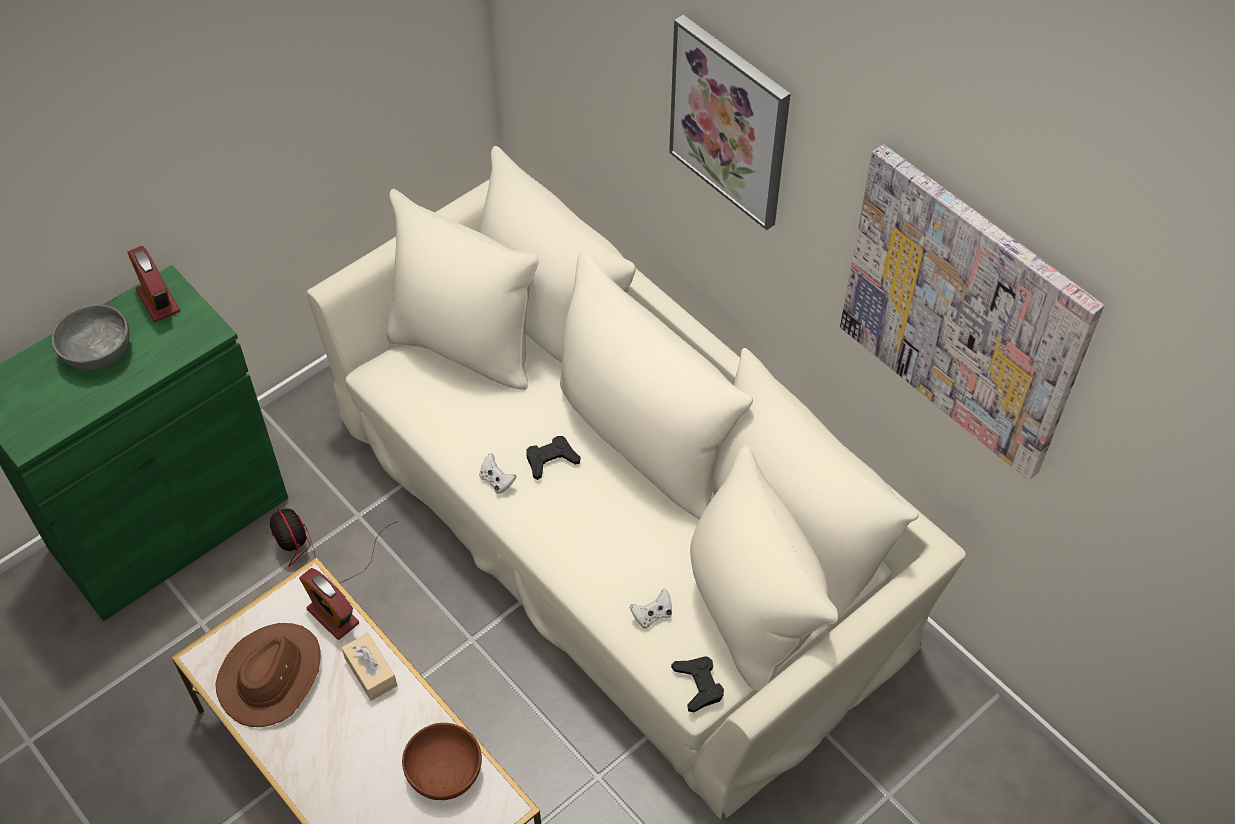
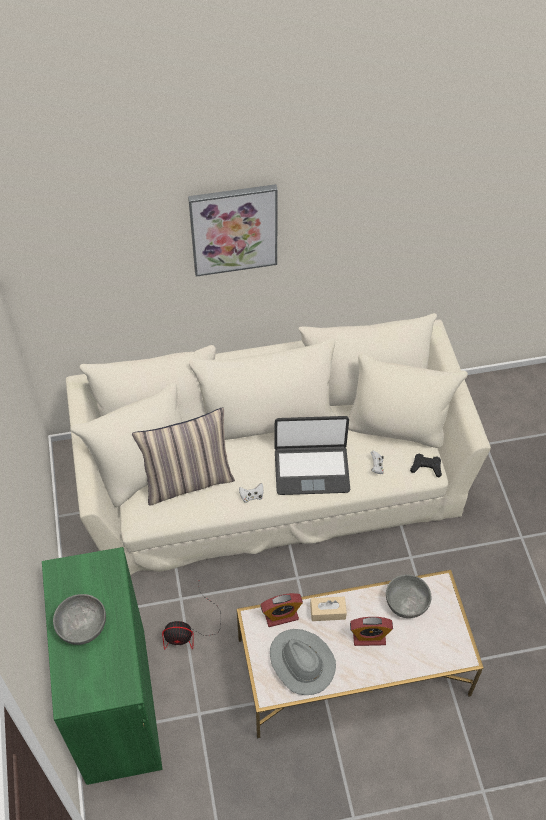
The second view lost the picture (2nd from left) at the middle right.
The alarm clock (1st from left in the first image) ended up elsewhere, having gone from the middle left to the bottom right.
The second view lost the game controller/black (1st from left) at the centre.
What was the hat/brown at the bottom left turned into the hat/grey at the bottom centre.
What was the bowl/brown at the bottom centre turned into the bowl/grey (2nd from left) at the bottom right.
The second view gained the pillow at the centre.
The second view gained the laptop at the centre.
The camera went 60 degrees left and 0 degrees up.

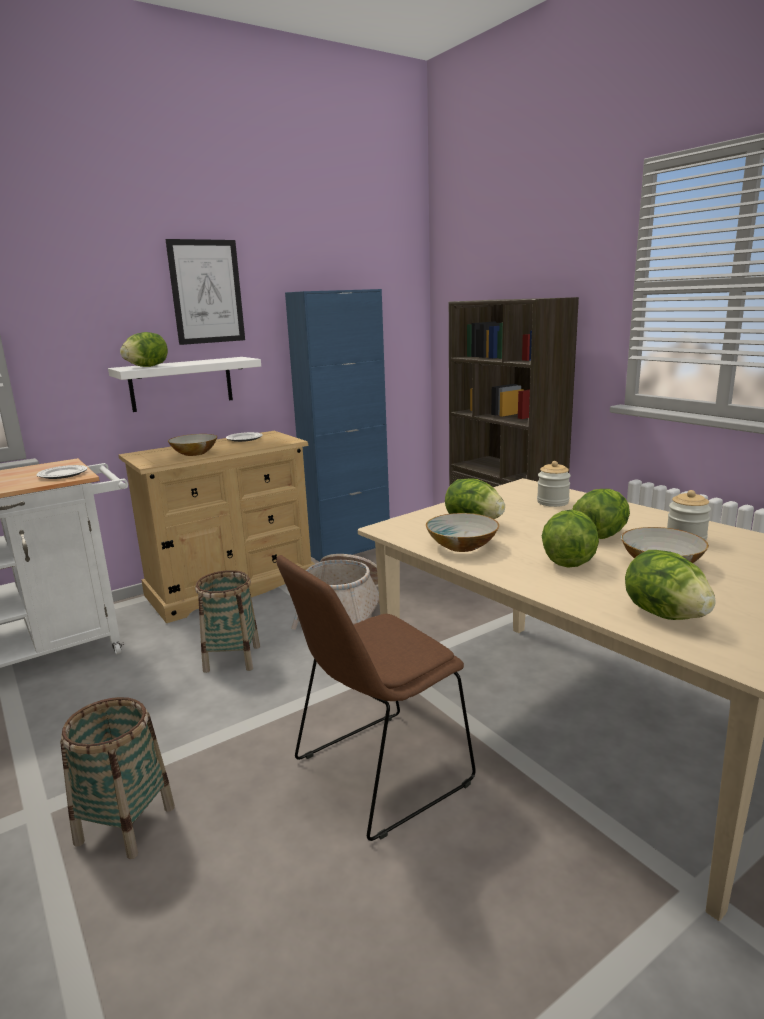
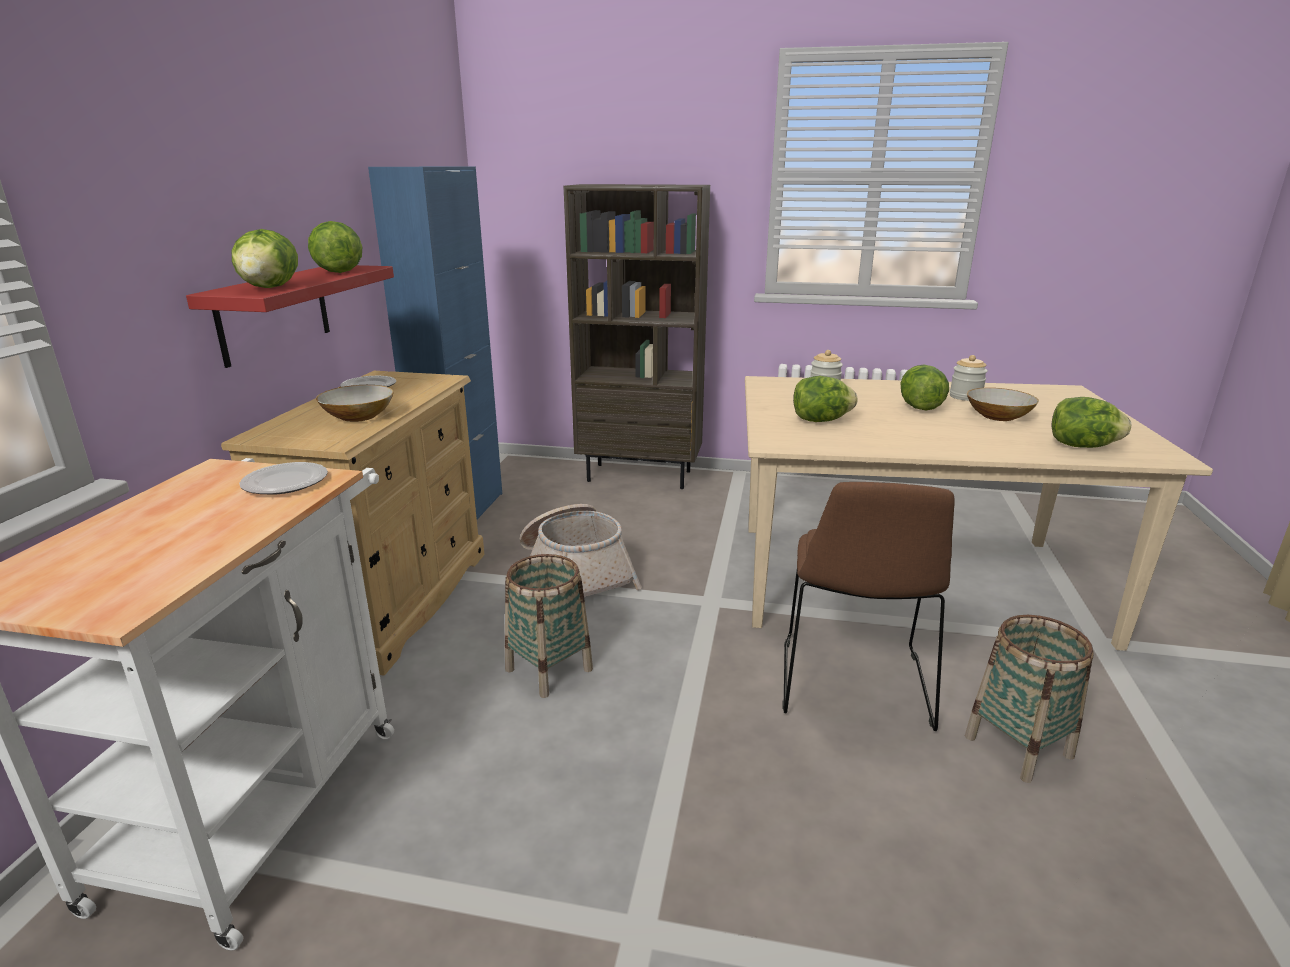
The second view lost the picture at the top left.
What was the shelf/white at the middle left turned into the shelf/red at the top left.
The lettuce (3rd from left in the first image) ended up elsewhere, having gone from the middle right to the top left.
The second view lost the bowl (2nd from left) at the centre.
The basket (1st from left in the first image) ended up elsewhere, having gone from the bottom left to the bottom right.
The camera went 45 degrees left and 5 degrees up.

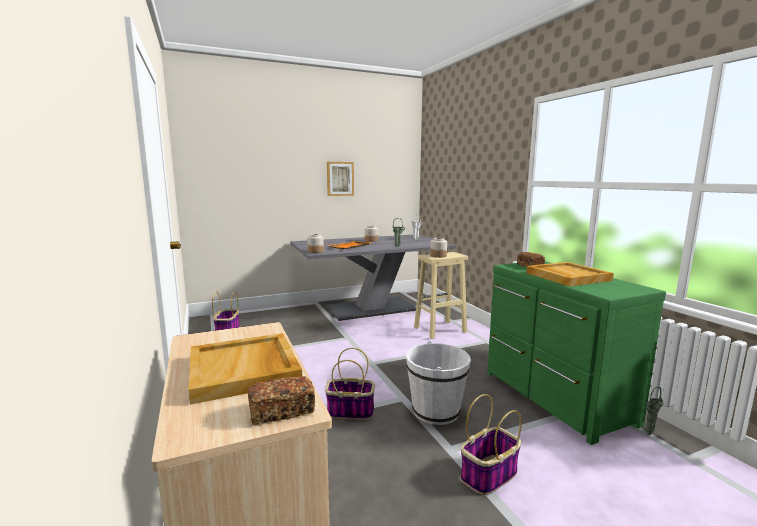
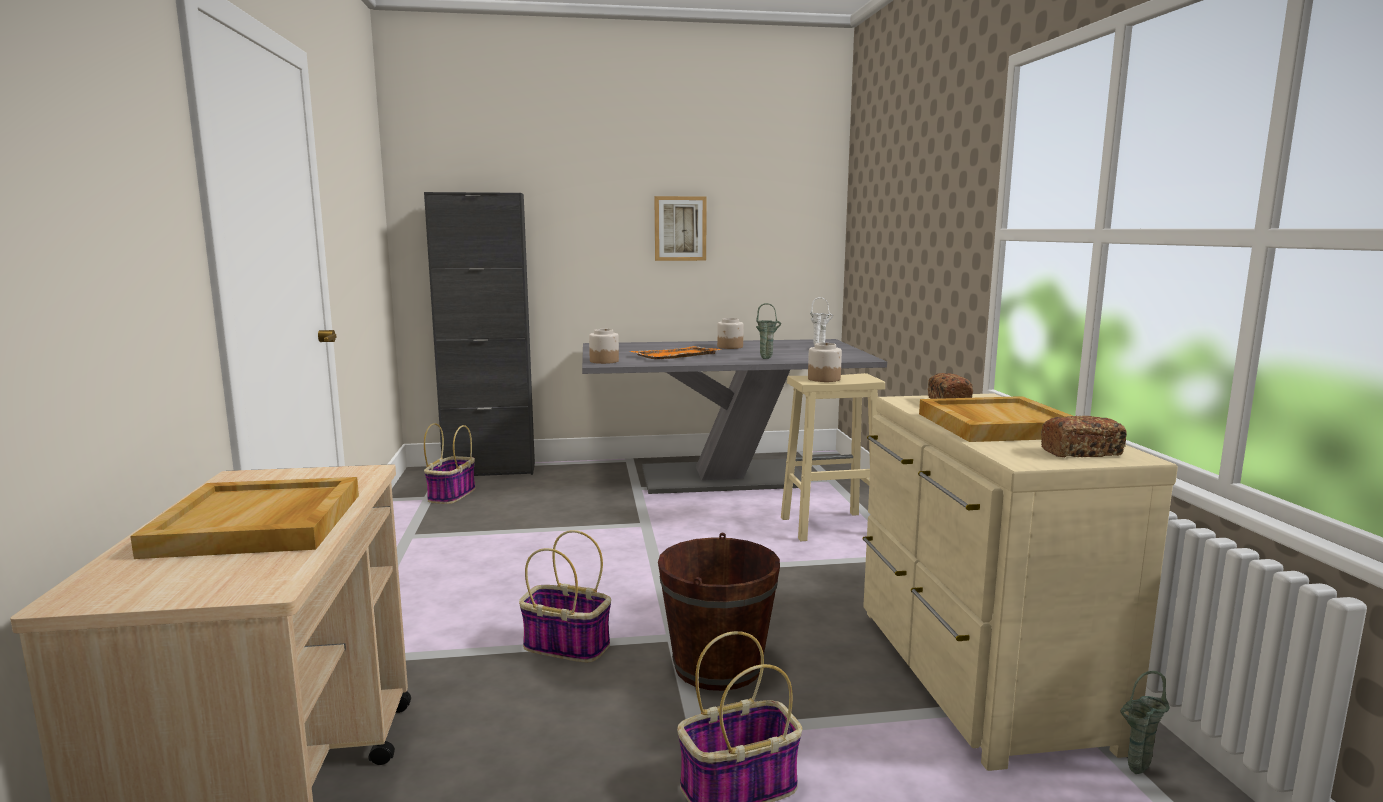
What was the dresser/green at the bottom right turned into the dresser/beige at the bottom right.
What was the bucket/white at the bottom centre turned into the bucket/brown at the bottom centre.
The bread (1st from left in the first image) ended up elsewhere, having gone from the bottom centre to the middle right.
The second view gained the cabinet/black at the centre.
The camera went 15 degrees right and 0 degrees up.

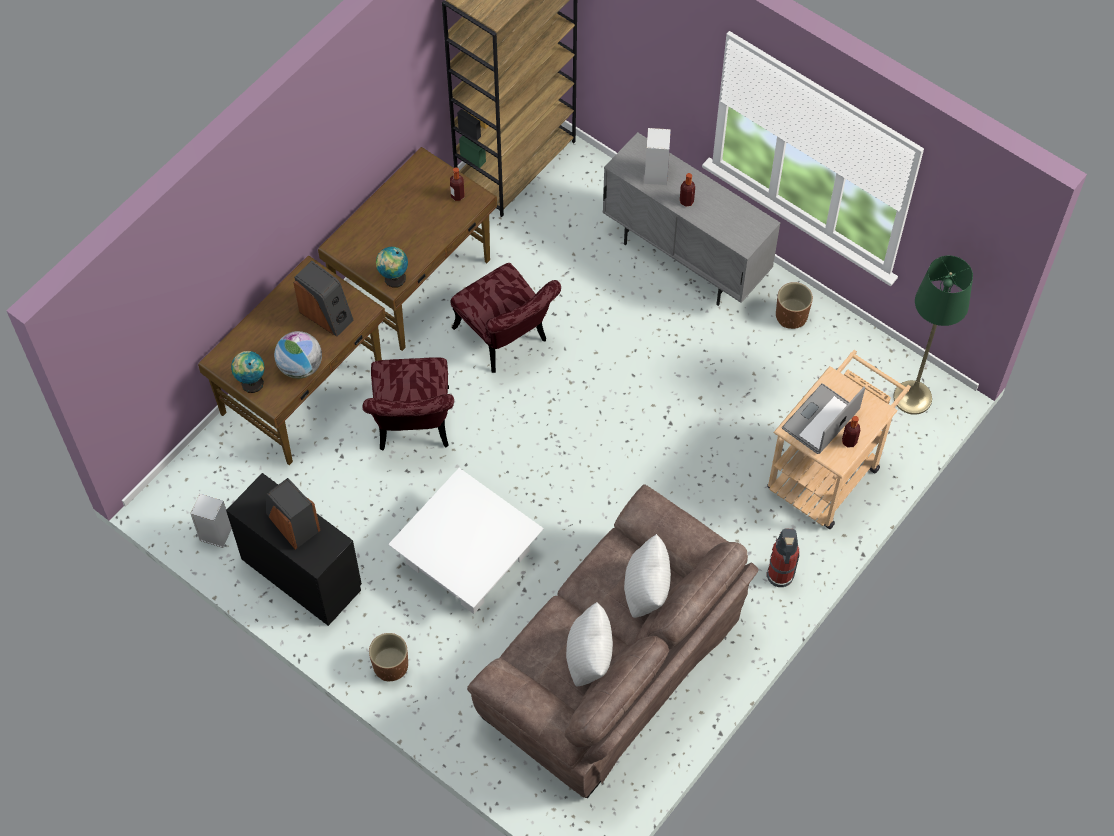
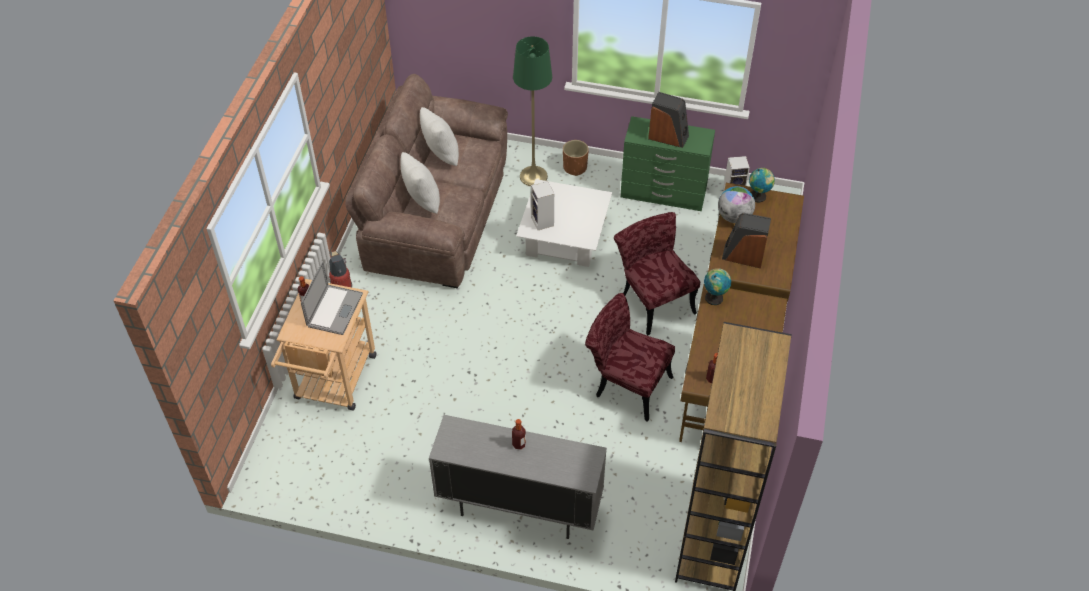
The speaker (4th from left in the first image) ended up elsewhere, having gone from the top centre to the centre.
The floor lamp/green ended up elsewhere, having gone from the middle right to the top centre.
The second view lost the planter/brown (2nd from left) at the middle right.
What was the dresser/black at the middle left turned into the dresser/green at the top centre.
The camera went 155 degrees right and 10 degrees down.

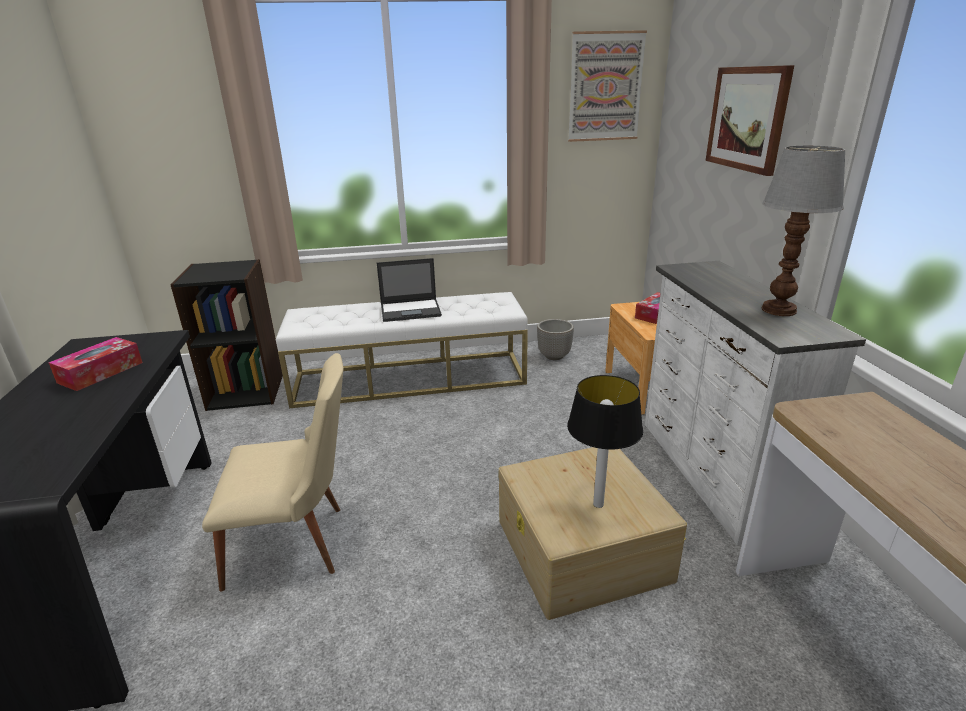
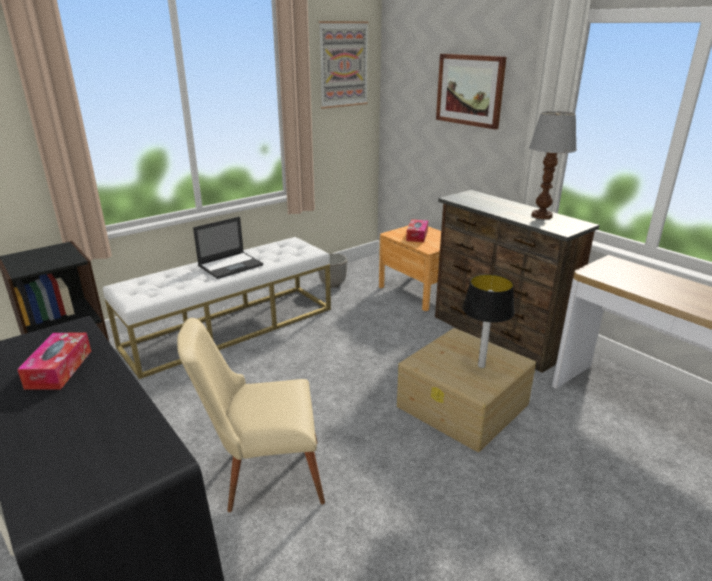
What was the dresser/white at the middle right turned into the dresser/brown at the middle right.
The chair/beige at the middle left ended up facing another way, 150 degrees counterclockwise from before.
The camera went 30 degrees left and 0 degrees up.

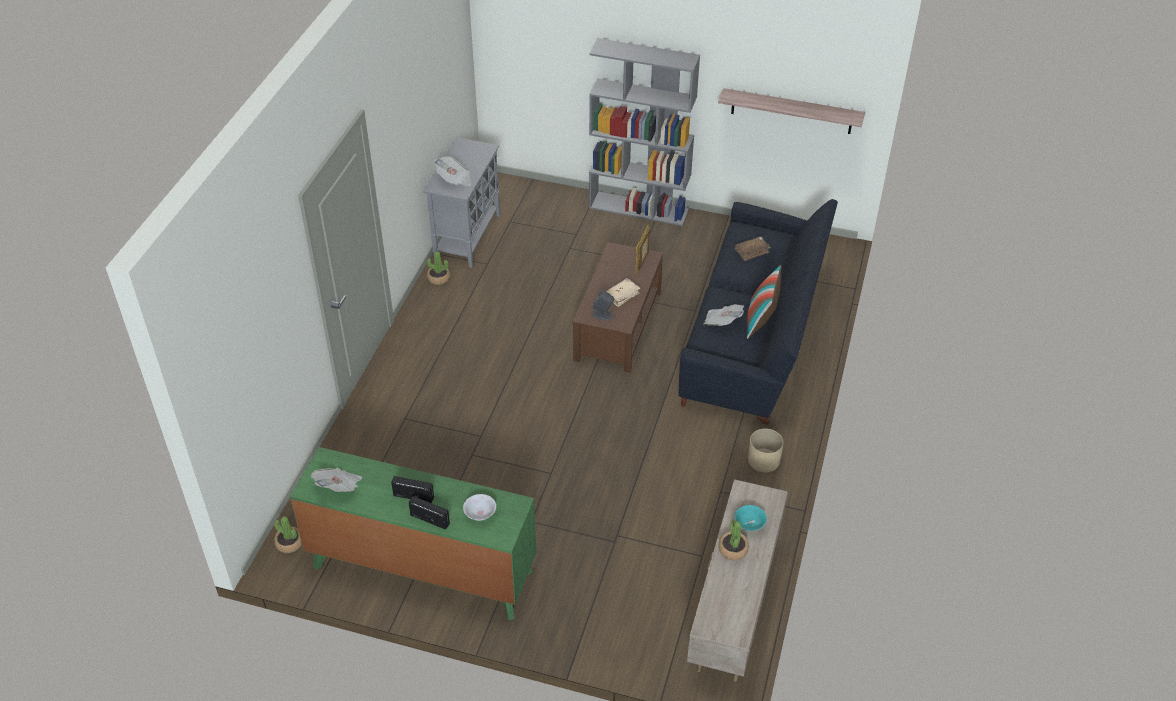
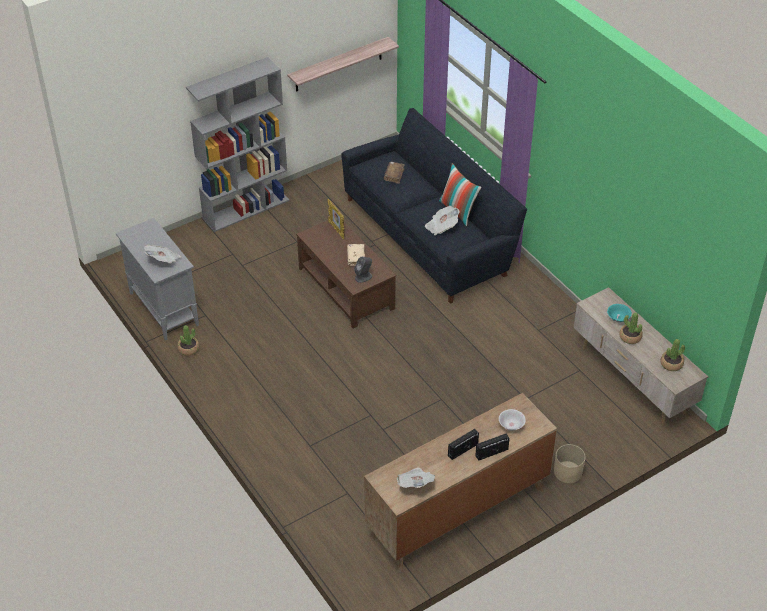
The planter/beige ended up elsewhere, having gone from the centre to the bottom right.
What was the dresser/green at the bottom centre turned into the dresser/brown at the bottom centre.
The potted plant (1st from left in the first image) ended up elsewhere, having gone from the bottom left to the middle right.
The camera went 50 degrees left and 0 degrees up.

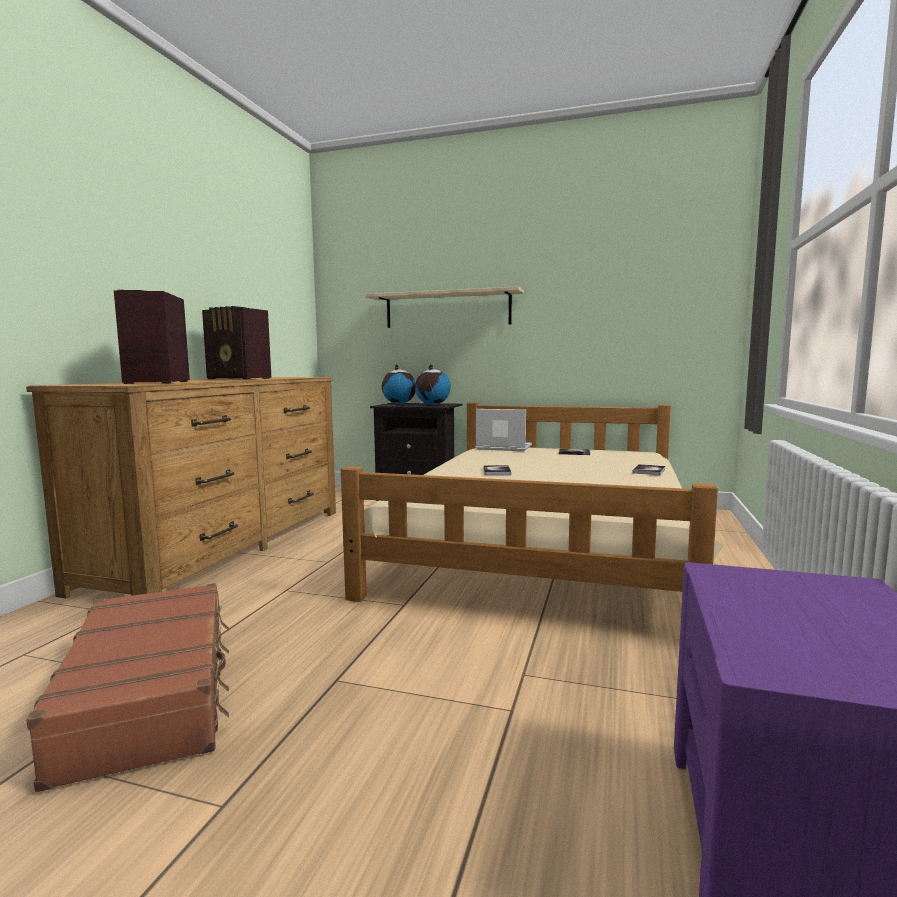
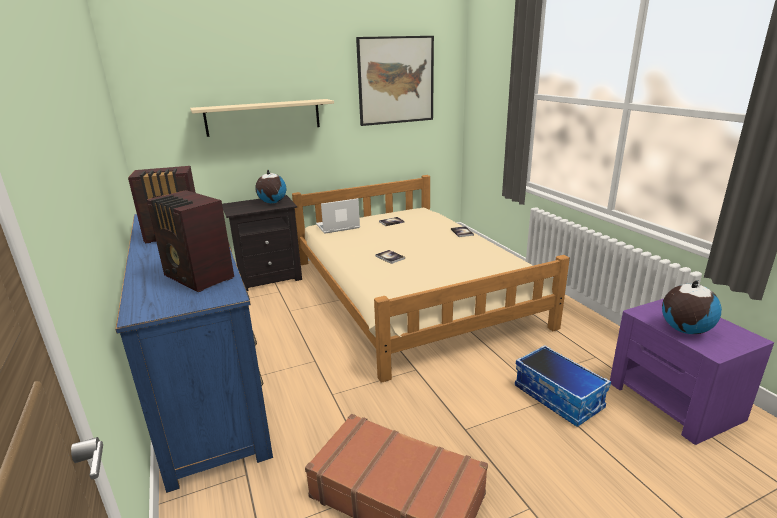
The globe (1st from left in the first image) ended up elsewhere, having gone from the centre to the middle right.
What was the dresser/brown at the middle left turned into the dresser/blue at the bottom left.
The second view gained the picture at the top centre.
The second view gained the storage box at the bottom right.
The camera went 40 degrees left and 15 degrees up.

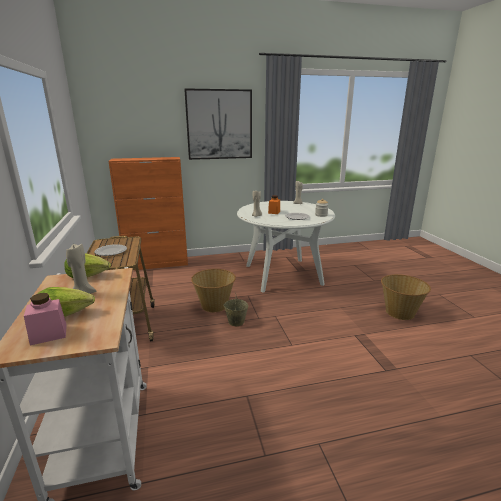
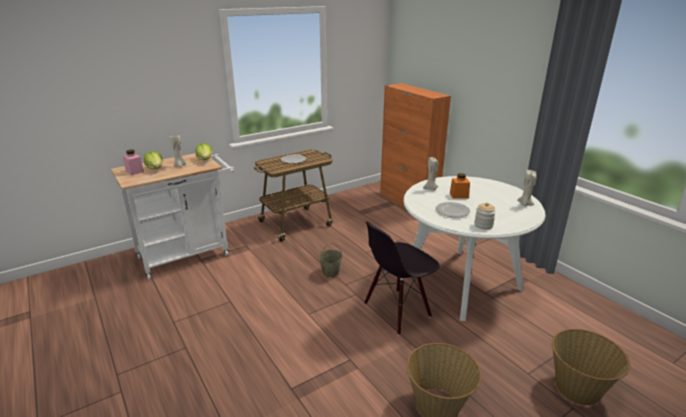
The second view lost the picture at the top centre.
The basket (1st from left in the first image) ended up elsewhere, having gone from the centre to the bottom right.
The second view gained the chair/black at the bottom centre.
The camera went 70 degrees right and 5 degrees up.

